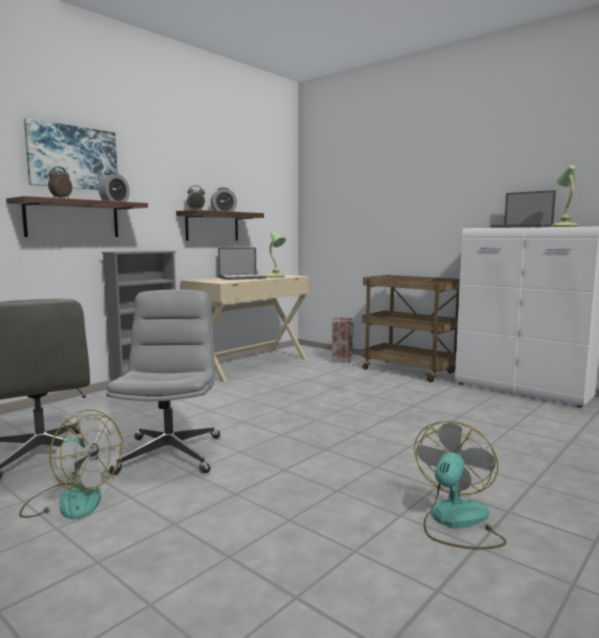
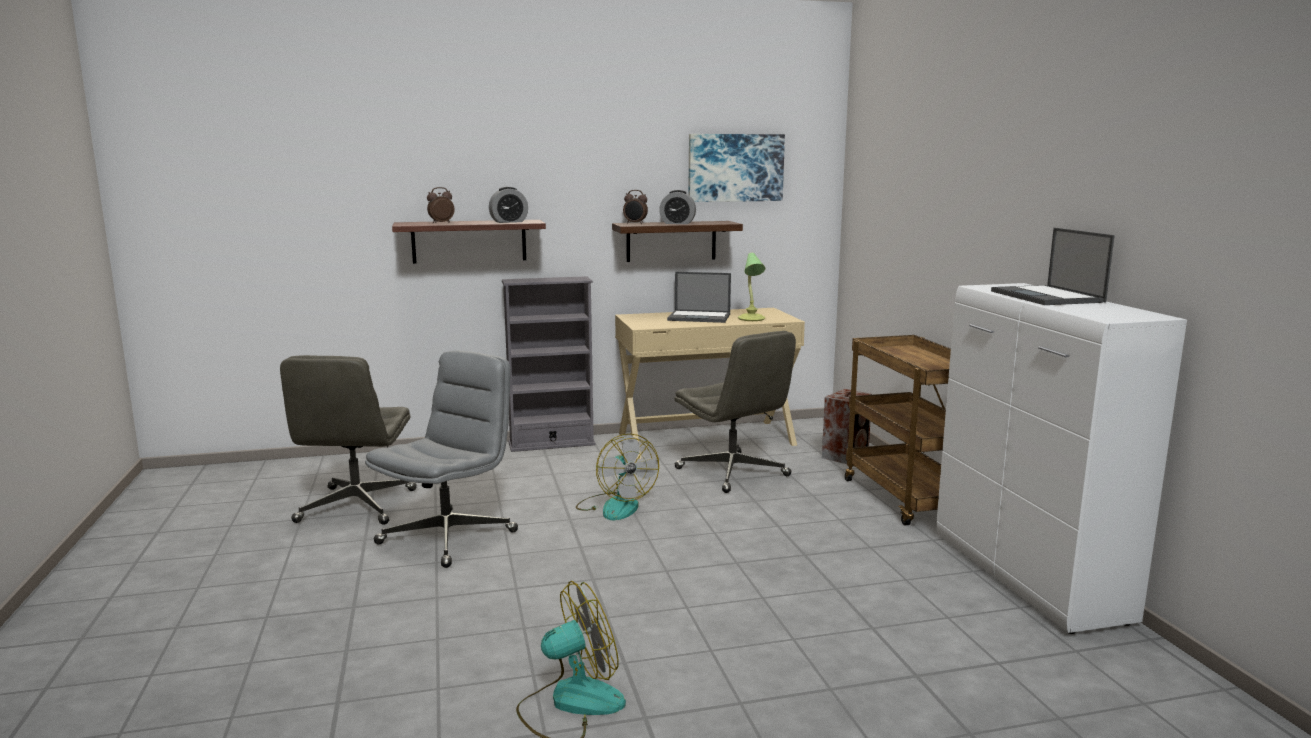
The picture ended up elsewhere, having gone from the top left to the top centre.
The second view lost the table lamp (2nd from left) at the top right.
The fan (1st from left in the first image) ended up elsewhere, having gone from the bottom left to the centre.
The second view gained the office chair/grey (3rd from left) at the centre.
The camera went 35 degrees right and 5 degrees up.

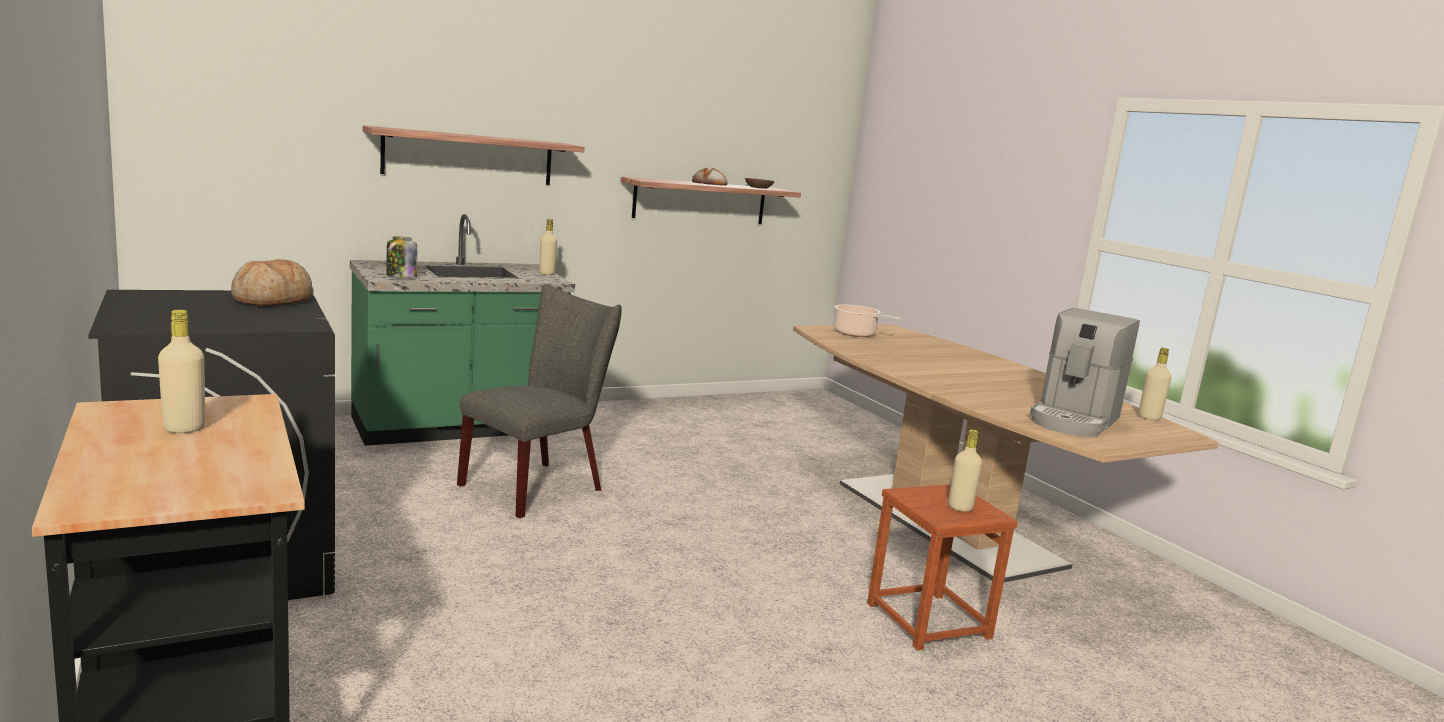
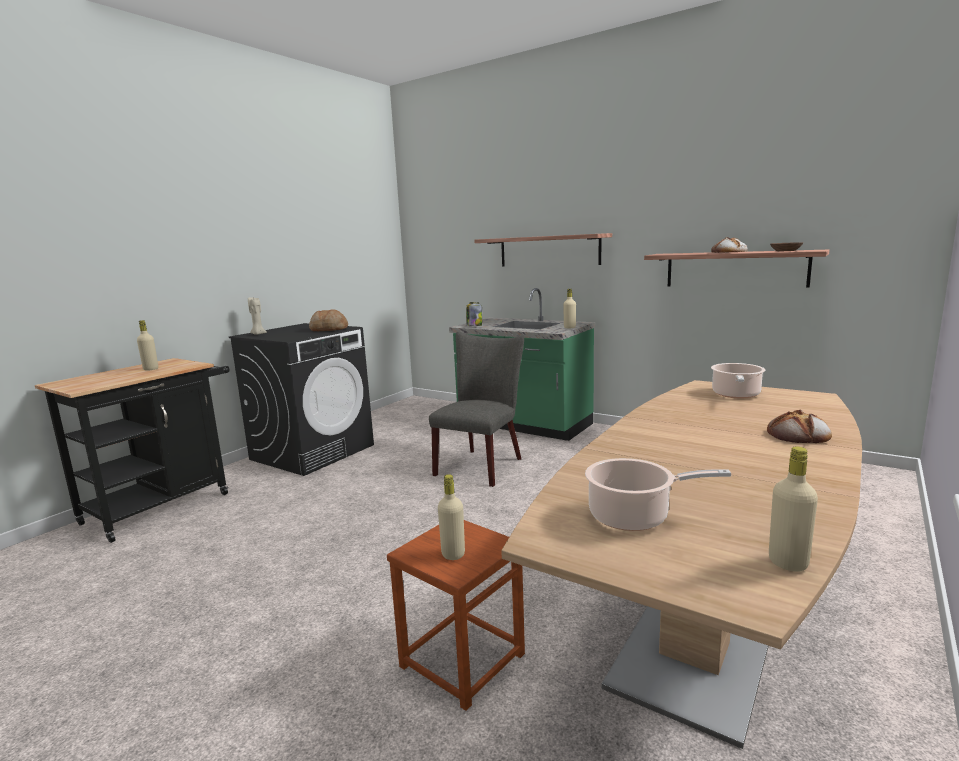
The chair/grey at the centre ended up facing another way, 75 degrees counterclockwise from before.
Where the coffee machine stood at the middle right, the cooking pot (1st from left) came to stand at the middle right.
The second view gained the candle/beige at the middle left.
The second view gained the bread (3rd from left) at the middle right.
The camera went 65 degrees right and 0 degrees up.

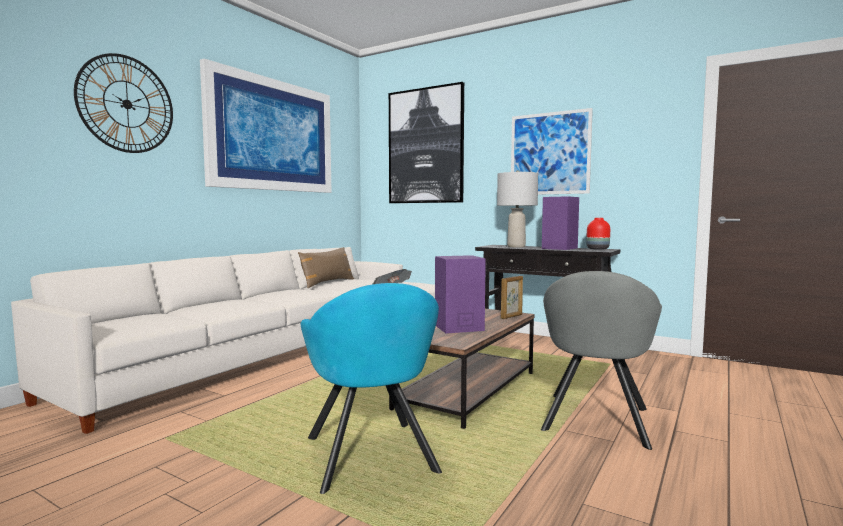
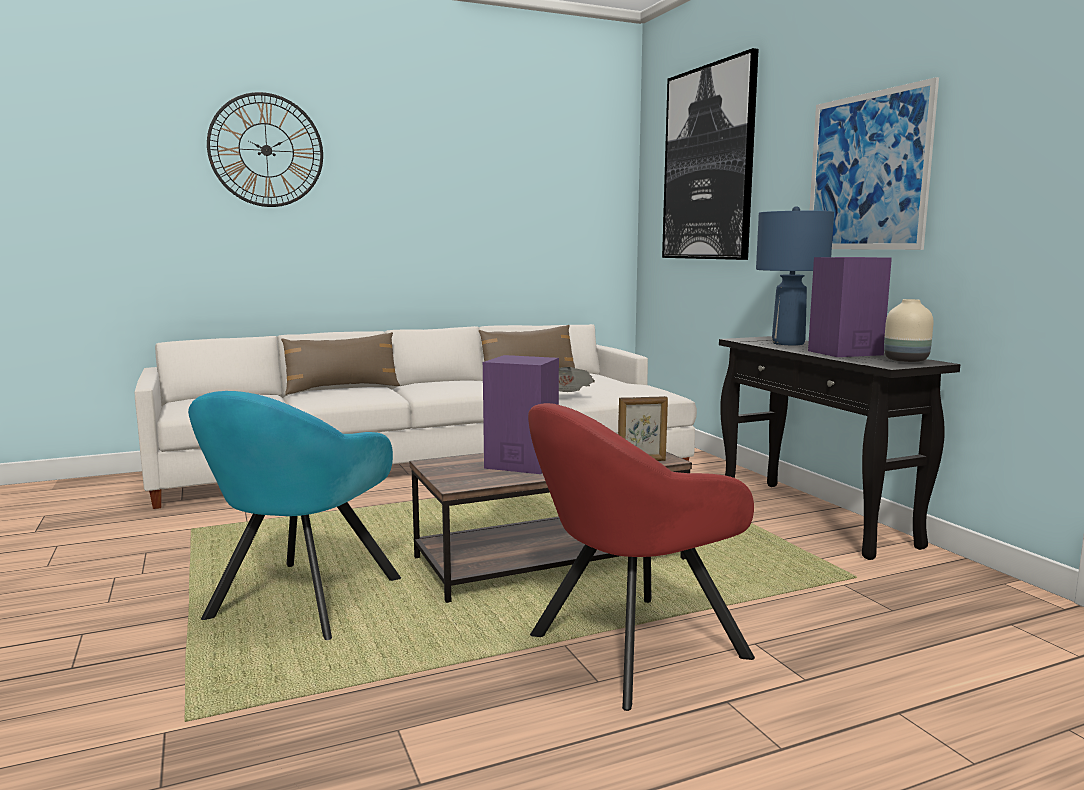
The second view lost the picture (1st from left) at the top left.
What was the table lamp/grey at the centre turned into the table lamp/blue at the middle right.
What was the vase/red at the middle right turned into the vase/beige at the middle right.
What was the armchair/grey at the bottom right turned into the armchair/red at the bottom centre.
The second view gained the pillow/brown (1st from left) at the middle left.
The camera went 35 degrees right and 5 degrees up.

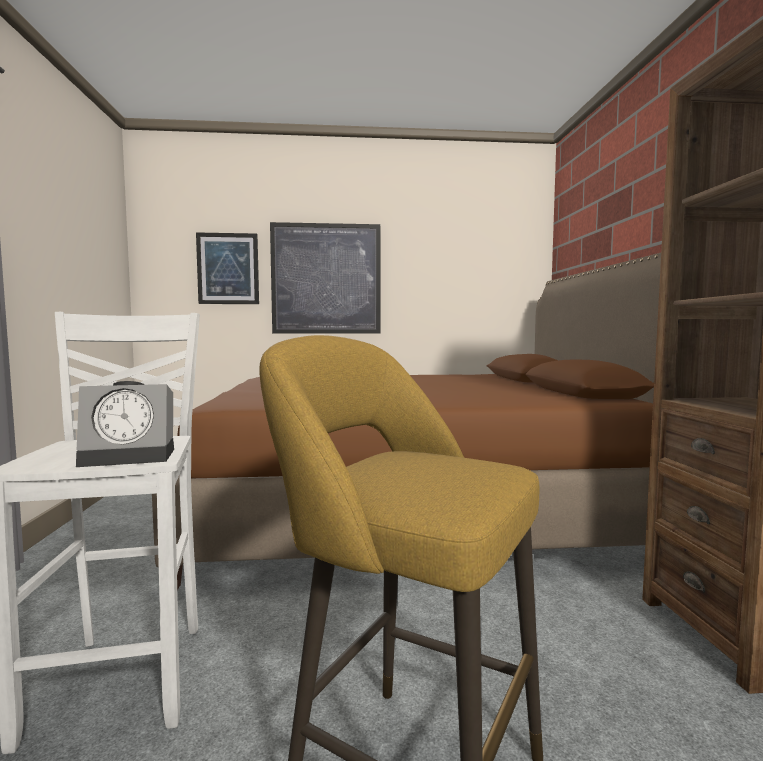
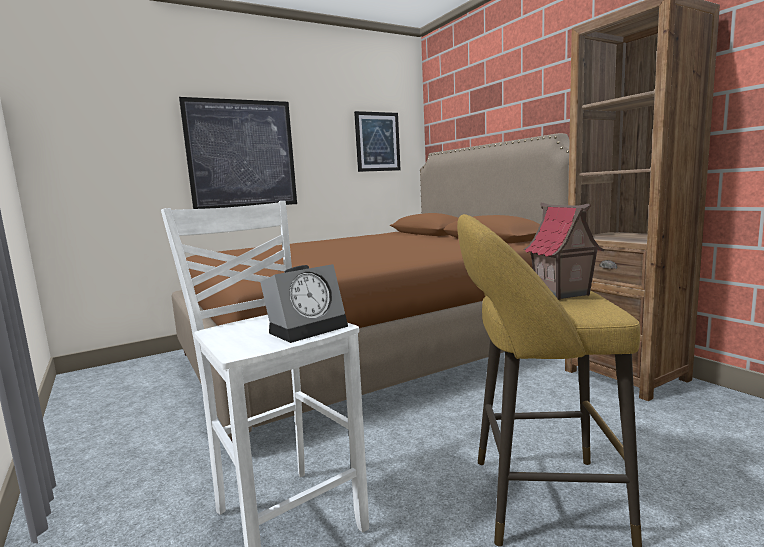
The picture (1st from left in the first image) ended up elsewhere, having gone from the middle left to the top centre.
The second view gained the toy house at the middle right.
The camera went 25 degrees left and 5 degrees up.

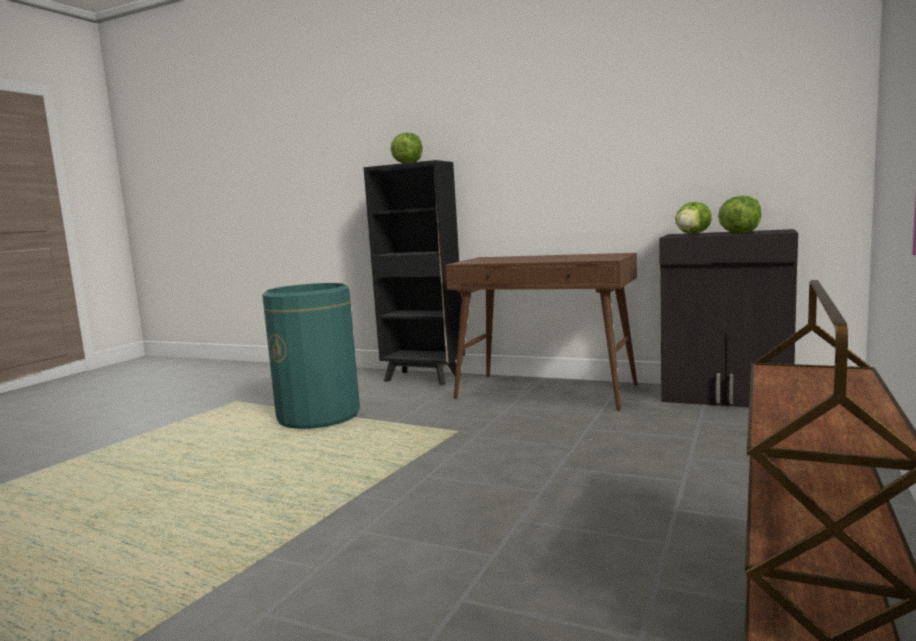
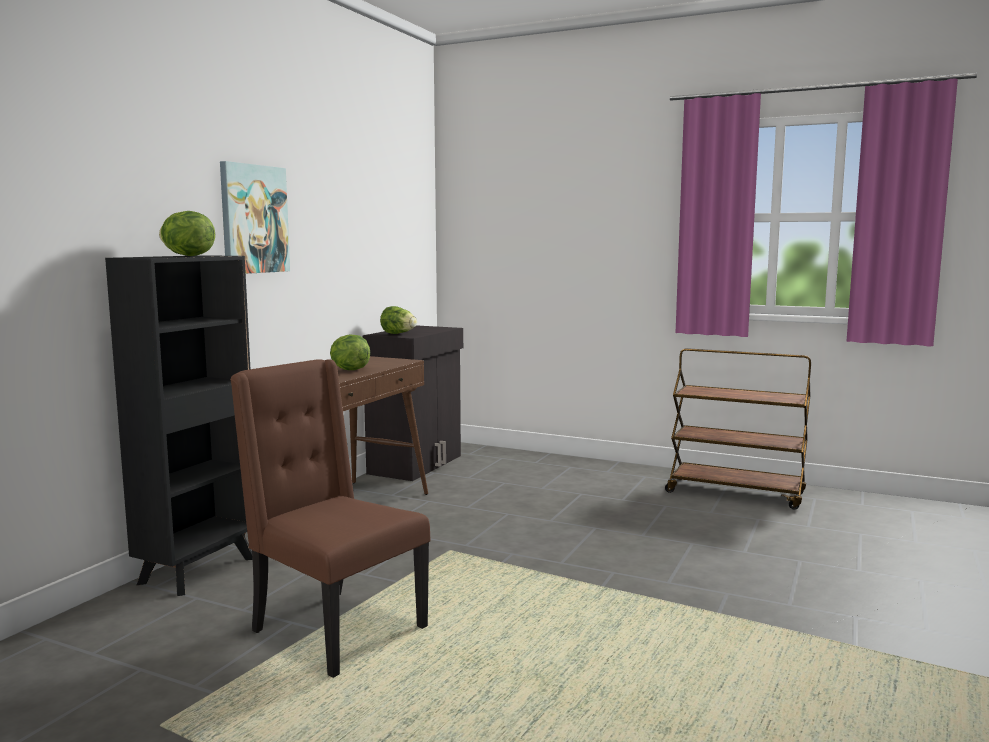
The lettuce (3rd from left in the first image) ended up elsewhere, having gone from the middle right to the centre.
Where the trash can/green stood at the centre, the chair/brown came to stand at the bottom centre.
The second view gained the picture at the top left.
The camera went 90 degrees left and 0 degrees up.

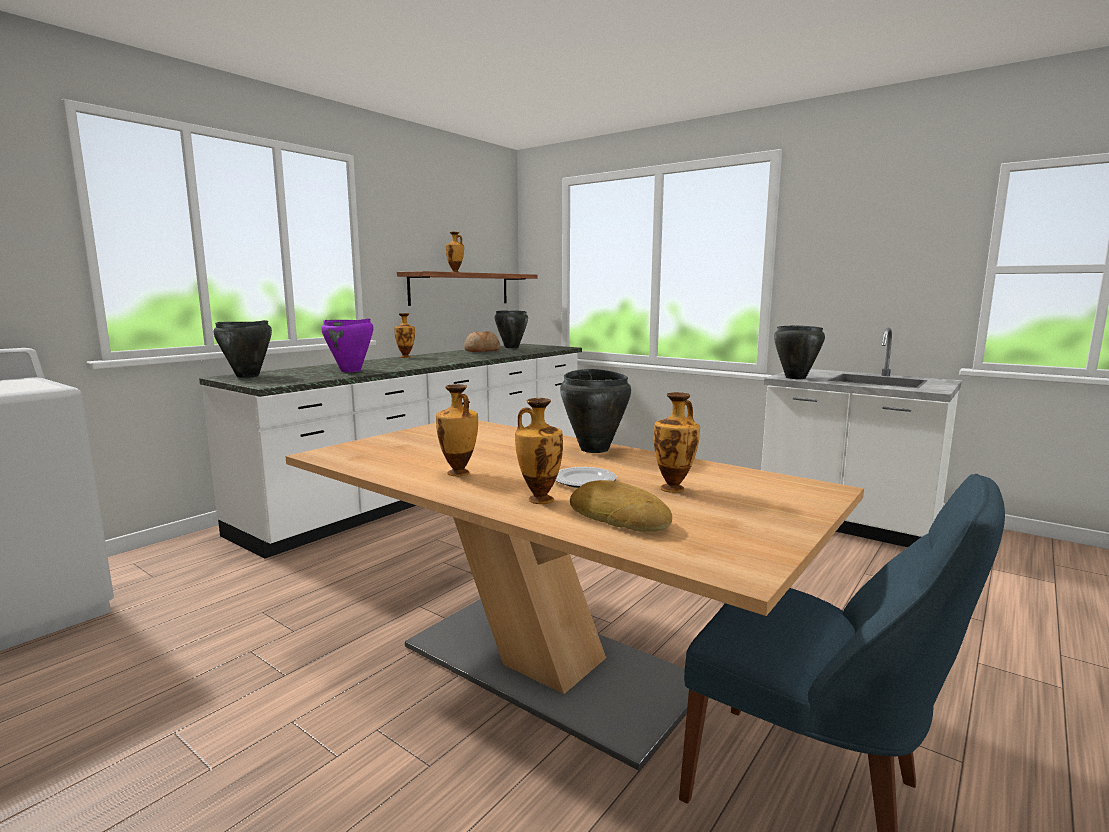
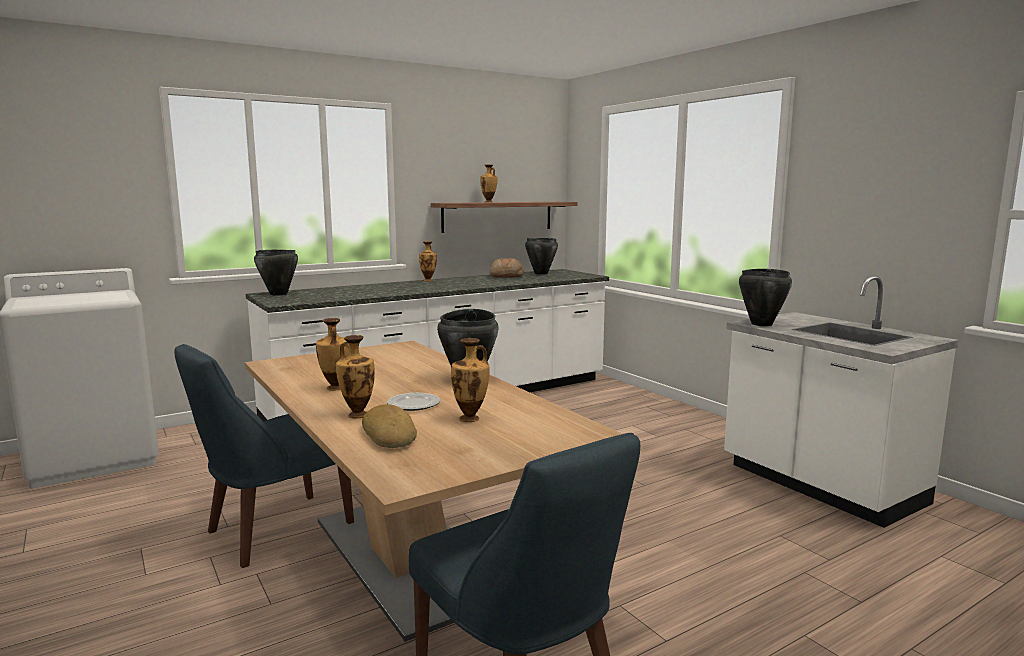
The second view lost the cooking pot/purple at the middle left.
The second view gained the chair/blue (1st from left) at the bottom left.
The camera went 20 degrees right and 0 degrees up.

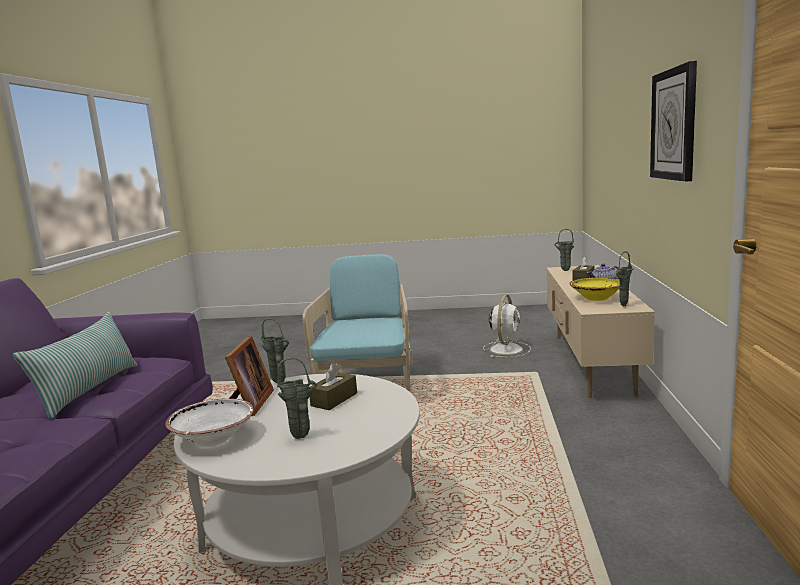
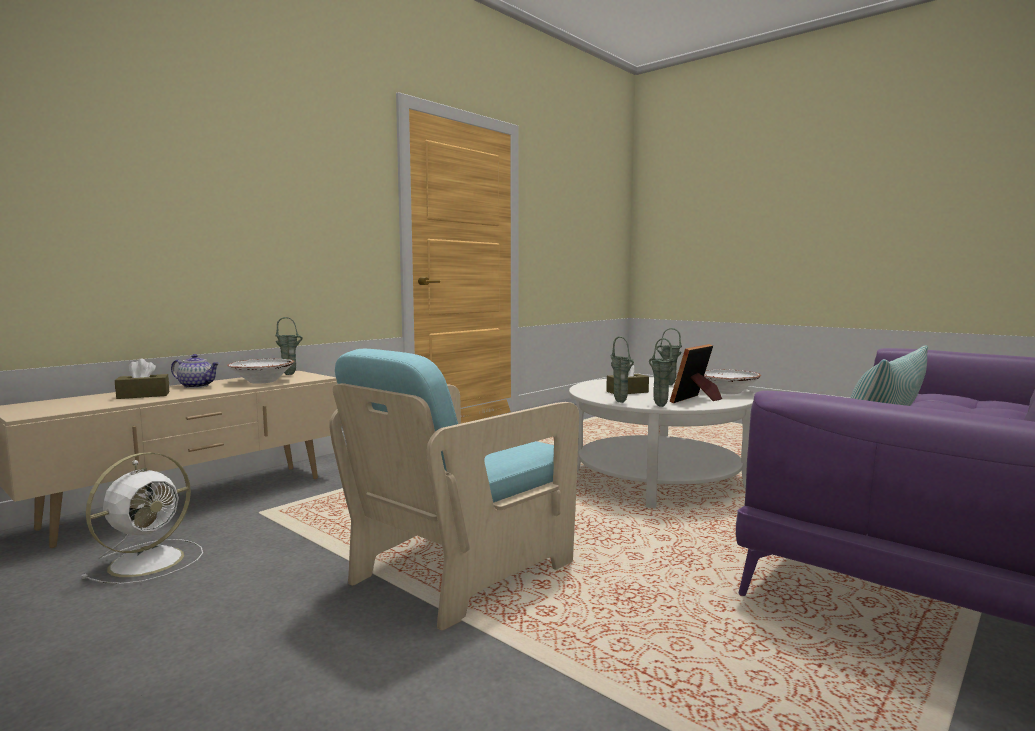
The second view lost the wall clock at the top right.
The vase/green (3rd from left in the first image) ended up elsewhere, having gone from the middle right to the centre.
What was the bowl/yellow at the middle right turned into the bowl/white (1st from left) at the middle left.
The fan/white at the centre ended up facing another way, 150 degrees clockwise from before.
The camera went 145 degrees left and 5 degrees down.

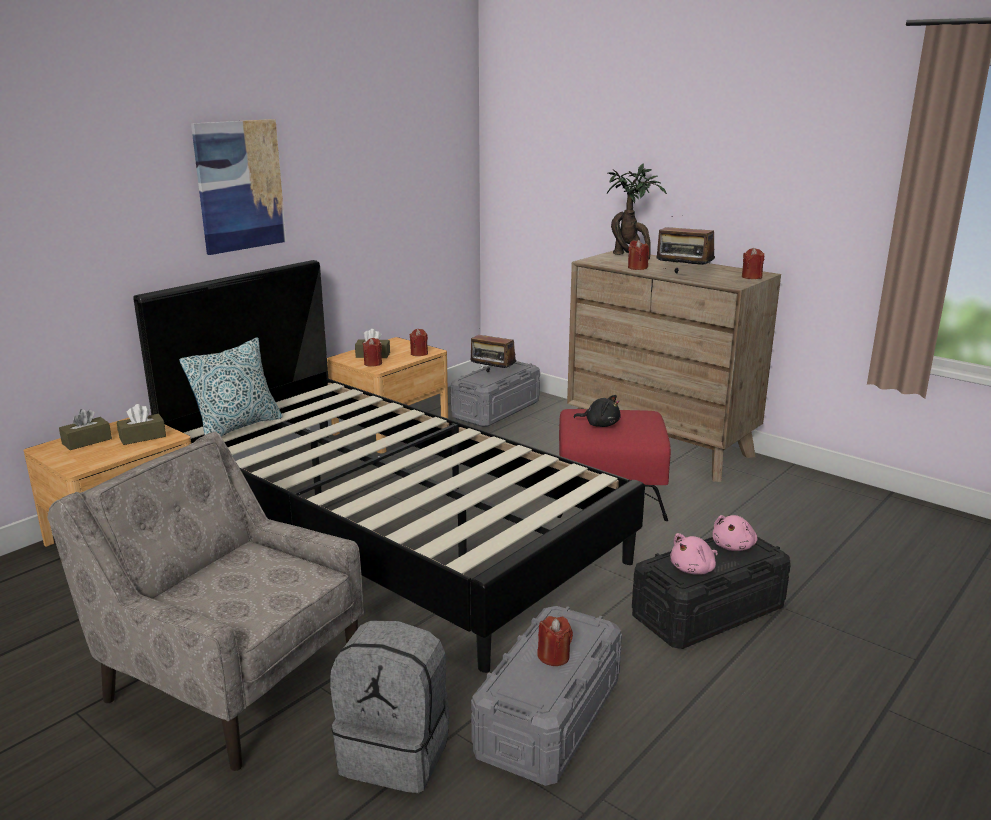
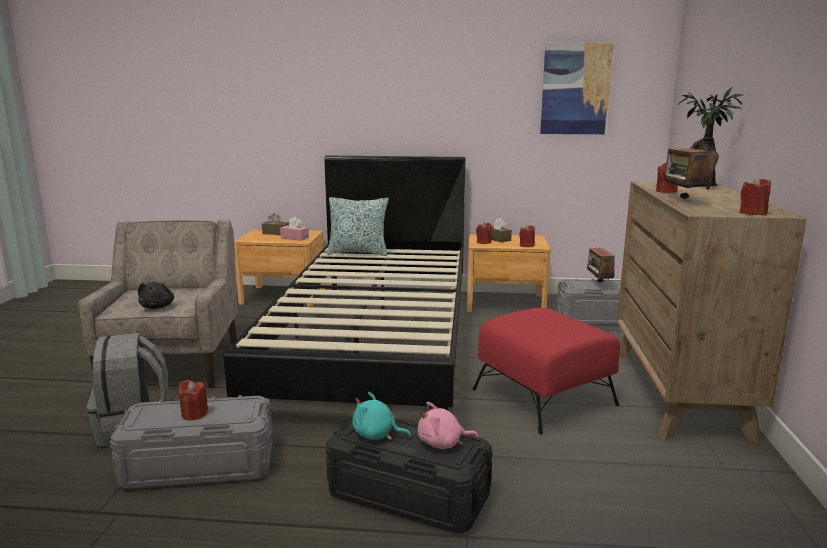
The picture ended up elsewhere, having gone from the top left to the top right.
The plush toy/black ended up elsewhere, having gone from the centre to the middle left.
What was the tissue box/brown (2nd from left) at the middle left turned into the tissue box/pink at the centre.
What was the plush toy/pink (1st from left) at the bottom right turned into the plush toy/turquoise at the bottom centre.
The camera went 55 degrees right and 5 degrees down.

